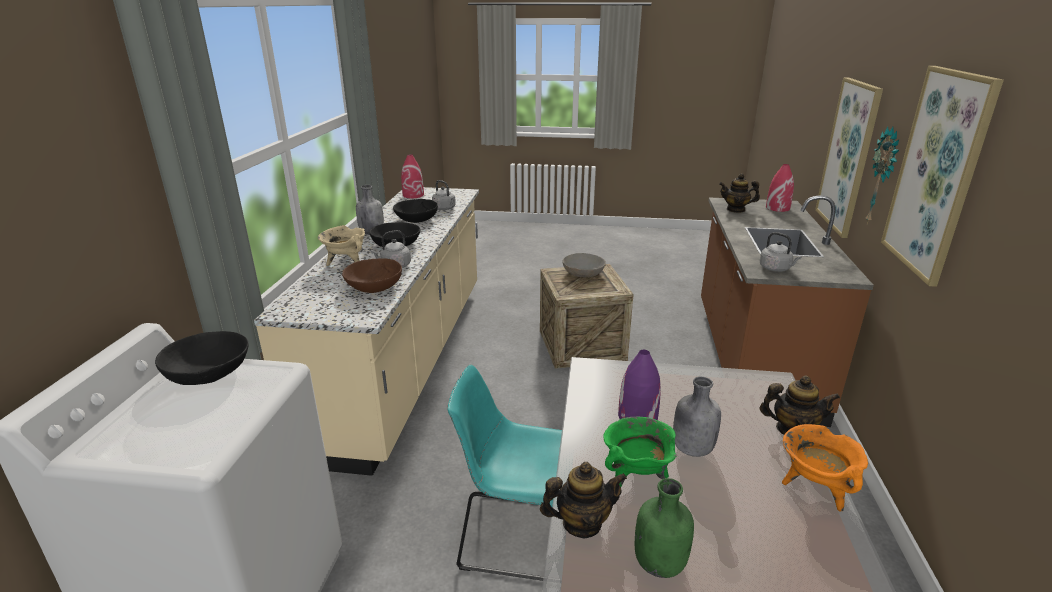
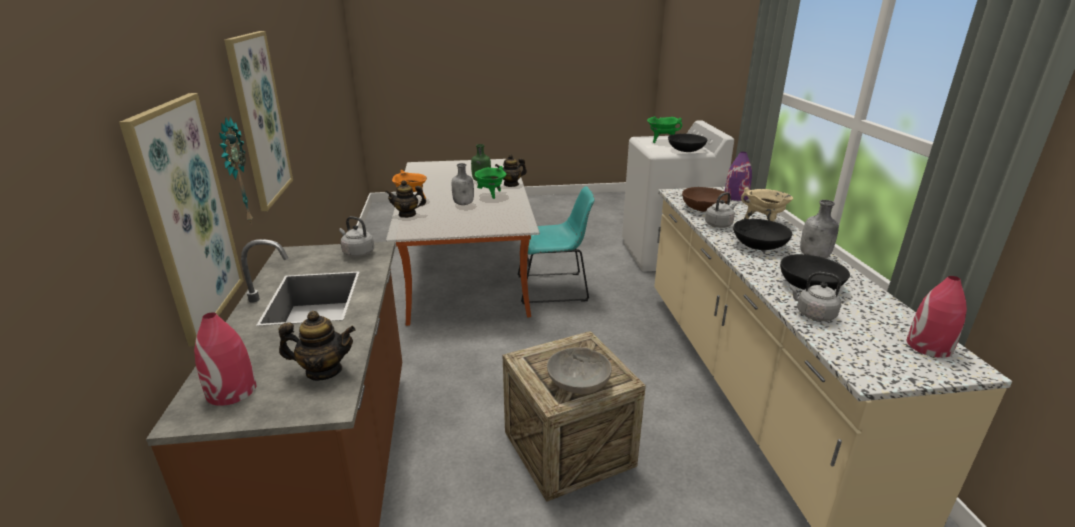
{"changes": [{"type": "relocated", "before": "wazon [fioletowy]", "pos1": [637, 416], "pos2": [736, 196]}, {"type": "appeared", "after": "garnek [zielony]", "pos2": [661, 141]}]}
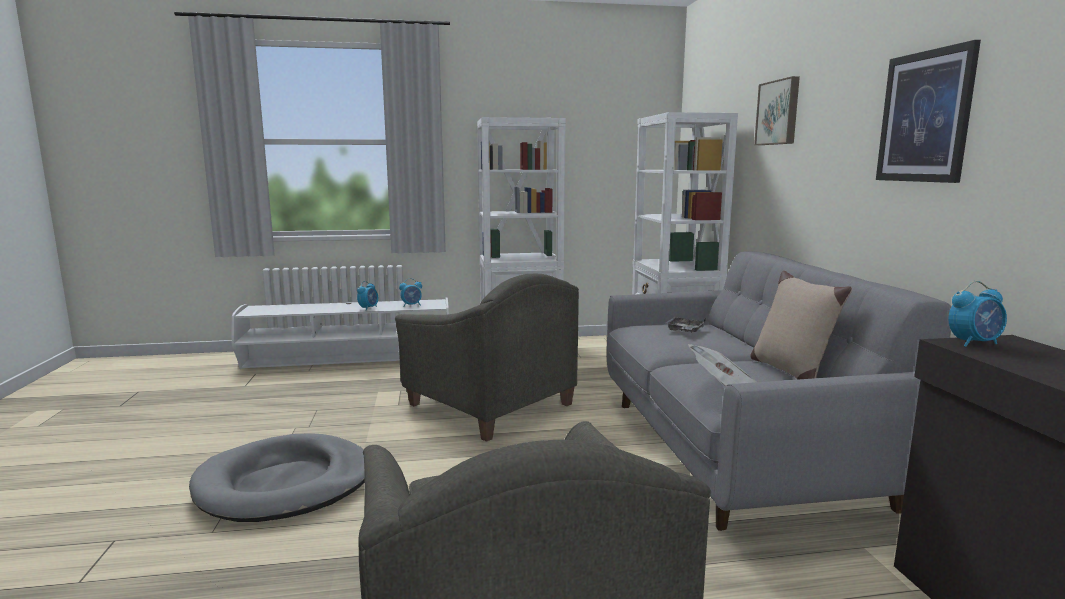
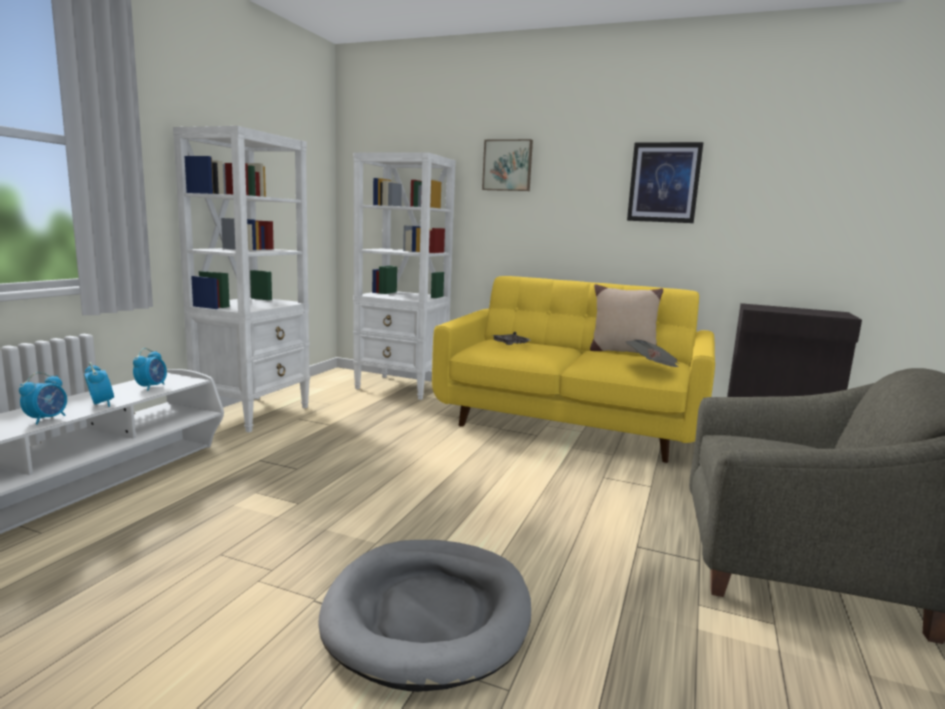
{"changes": [{"type": "missing", "before": "fotel [szary]", "pos1": [488, 406]}, {"type": "colour", "before": "kanapa [szary]", "after": "kanapa [żółty]", "pos1": [736, 450], "pos2": [571, 424]}, {"type": "relocated", "before": "budzik", "pos1": [974, 343], "pos2": [47, 419]}]}
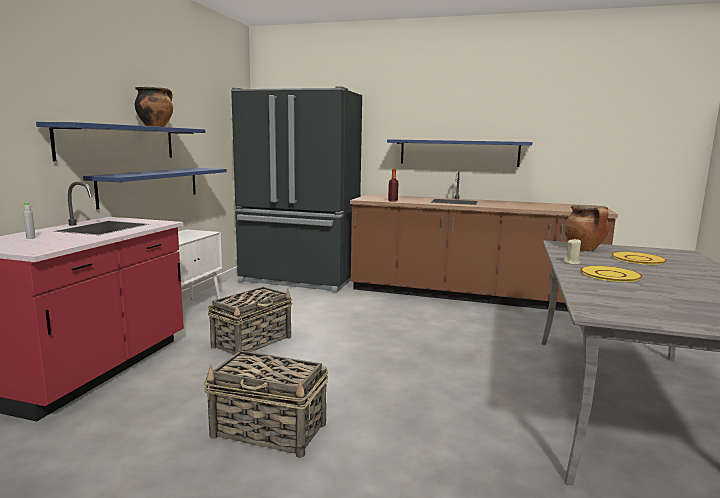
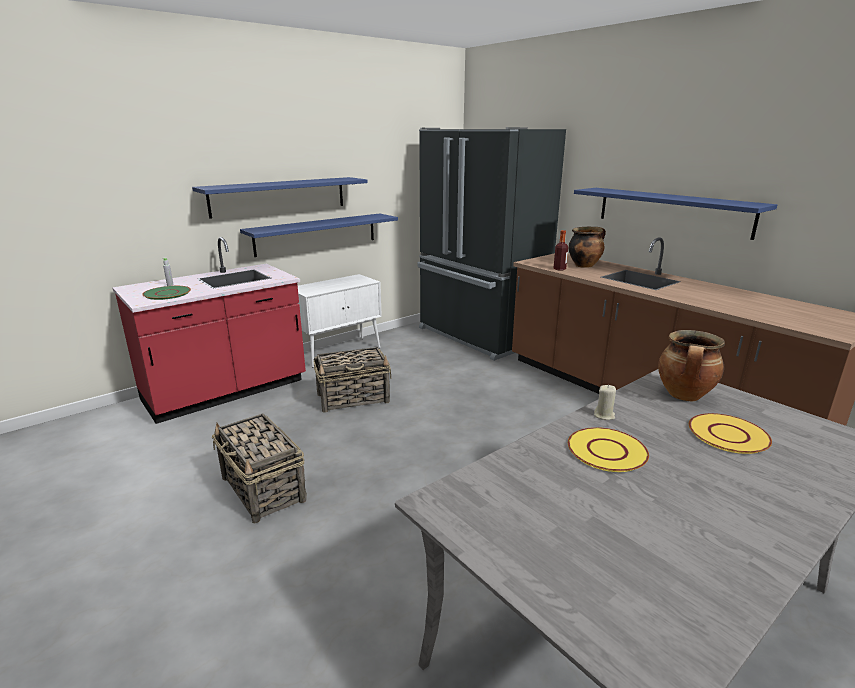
{"changes": [{"type": "relocated", "before": "garnek", "pos1": [155, 127], "pos2": [584, 265]}, {"type": "appeared", "after": "talerz [zielony]", "pos2": [167, 293]}]}
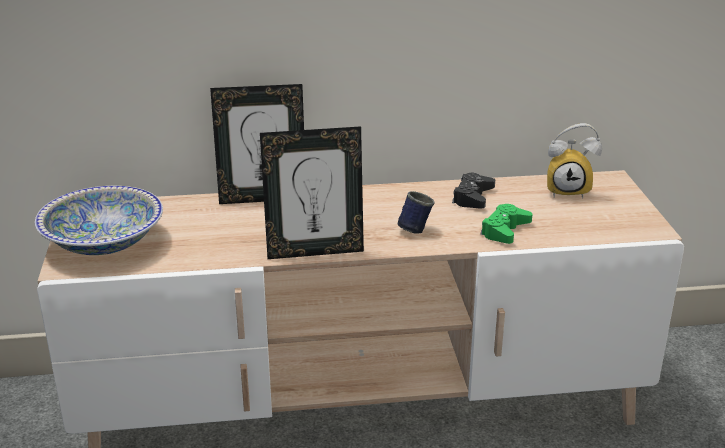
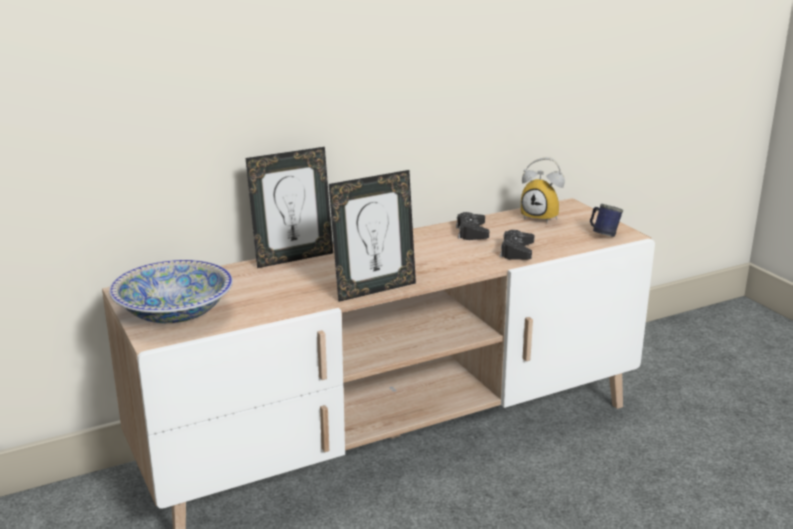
{"changes": [{"type": "relocated", "before": "kubek [niebieski]", "pos1": [413, 228], "pos2": [603, 234]}, {"type": "colour", "before": "pad do gier [zielony]", "after": "pad do gier [czarny]", "pos1": [505, 230], "pos2": [516, 251]}, {"type": "spun", "before": "budzik", "pos1": [568, 190], "pos2": [542, 217], "turn": 45}]}
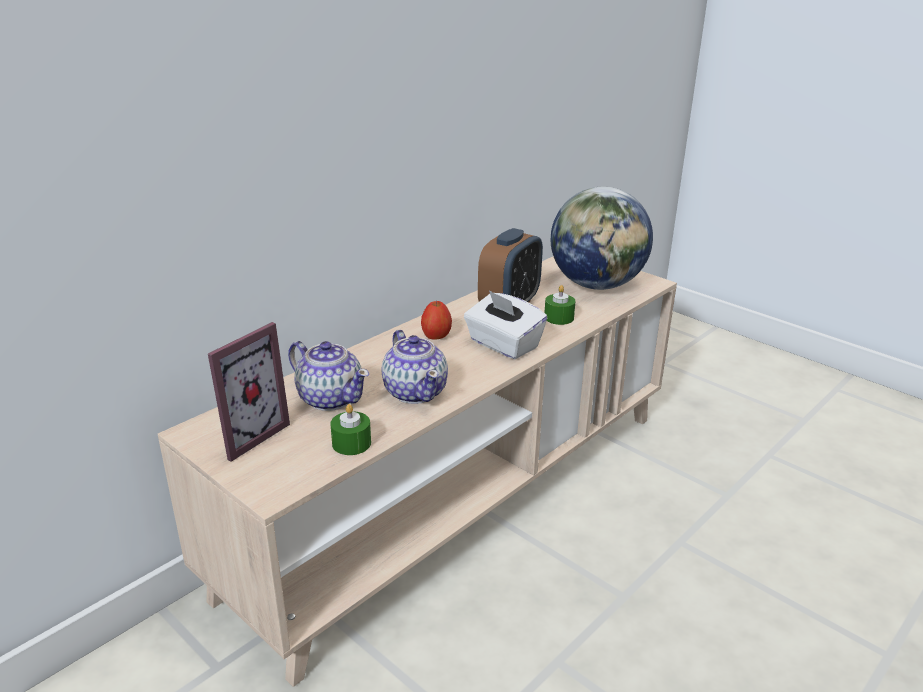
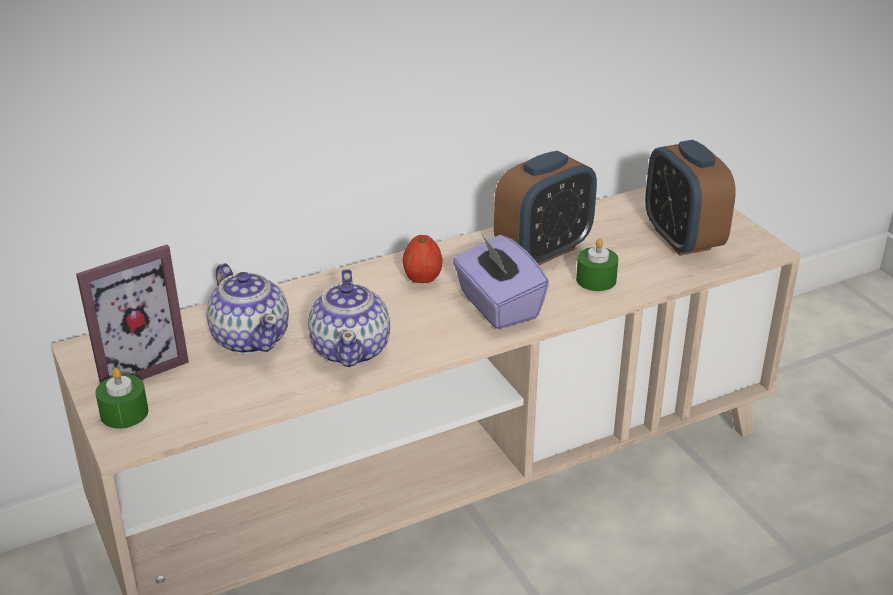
{"changes": [{"type": "relocated", "before": "świeca [zielony]", "pos1": [351, 443], "pos2": [124, 413]}, {"type": "colour", "before": "pudełko chusteczek [biały]", "after": "pudełko chusteczek [fioletowy]", "pos1": [503, 345], "pos2": [497, 306]}, {"type": "exchanged", "before": "globus", "after": "budzik", "pos1": [597, 285], "pos2": [682, 239]}]}
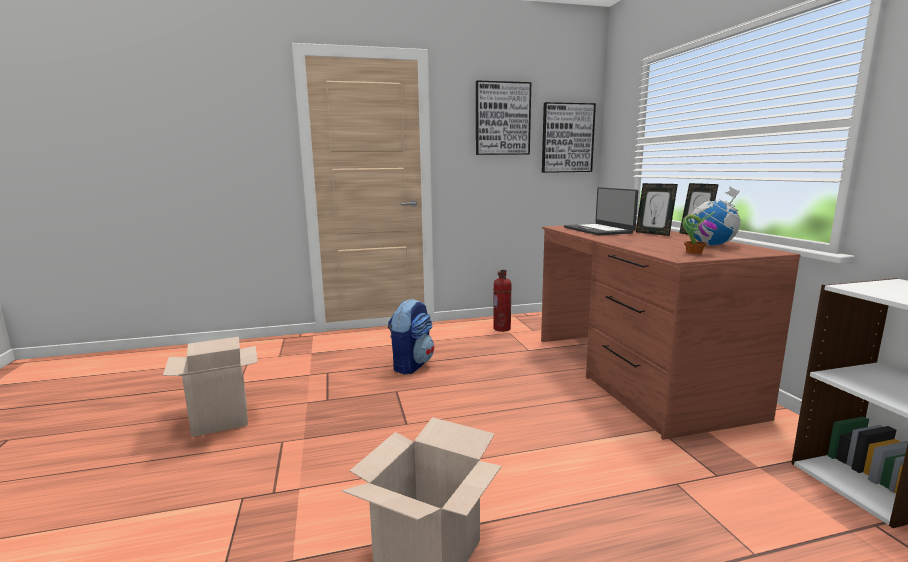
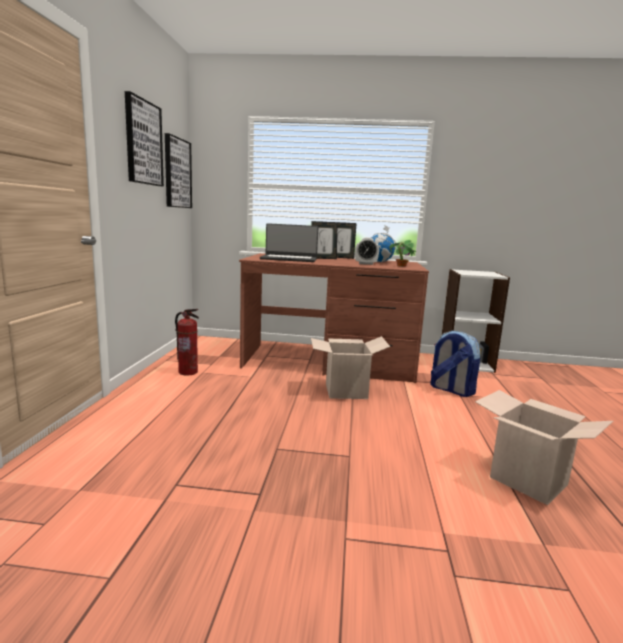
{"changes": [{"type": "relocated", "before": "karton", "pos1": [221, 418], "pos2": [346, 391]}, {"type": "relocated", "before": "plecak", "pos1": [411, 365], "pos2": [451, 390]}, {"type": "appeared", "after": "budzik", "pos2": [365, 264]}]}
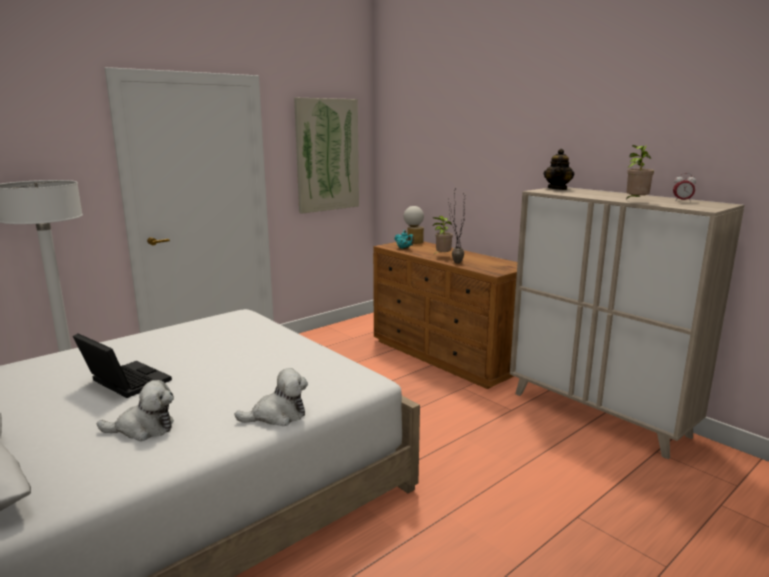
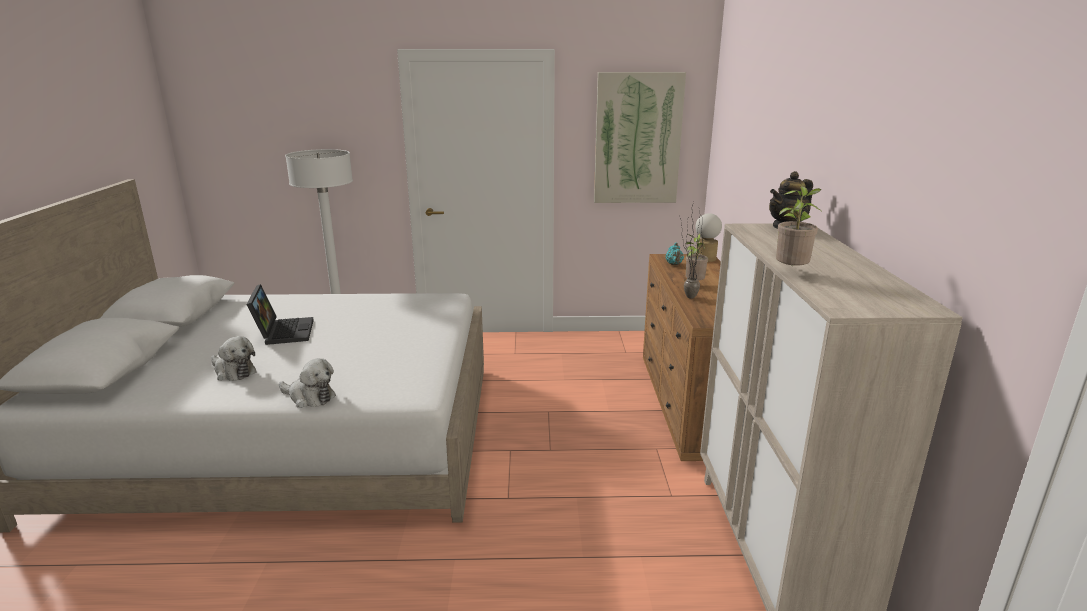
{"changes": [{"type": "missing", "before": "budzik", "pos1": [682, 201]}]}
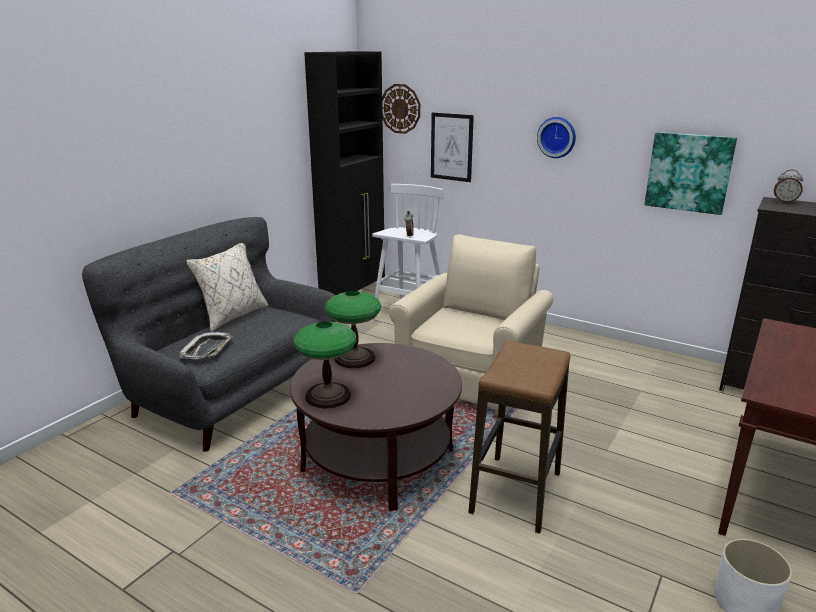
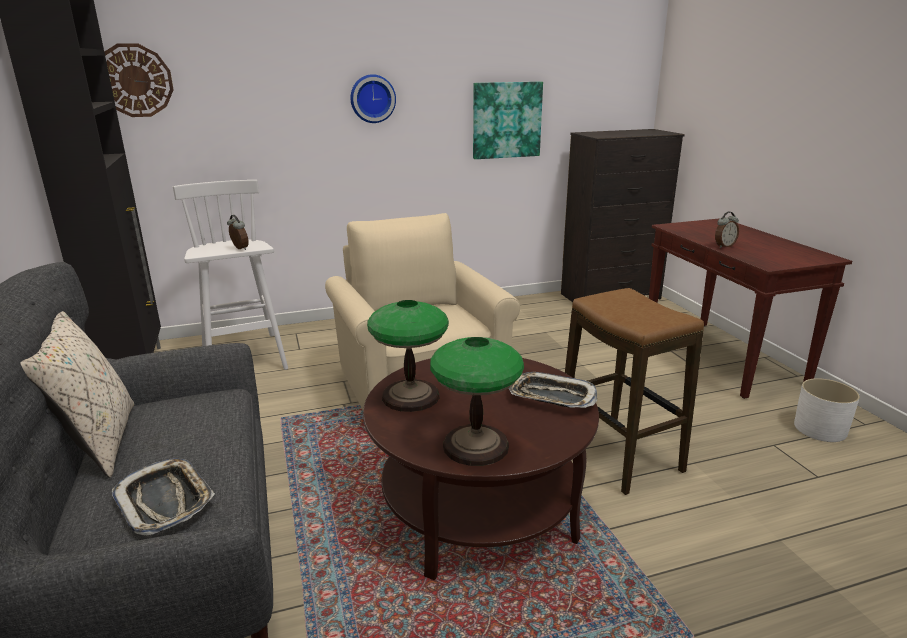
{"changes": [{"type": "missing", "before": "obraz", "pos1": [451, 147]}, {"type": "relocated", "before": "budzik", "pos1": [784, 201], "pos2": [724, 246]}, {"type": "appeared", "after": "taca", "pos2": [551, 396]}]}
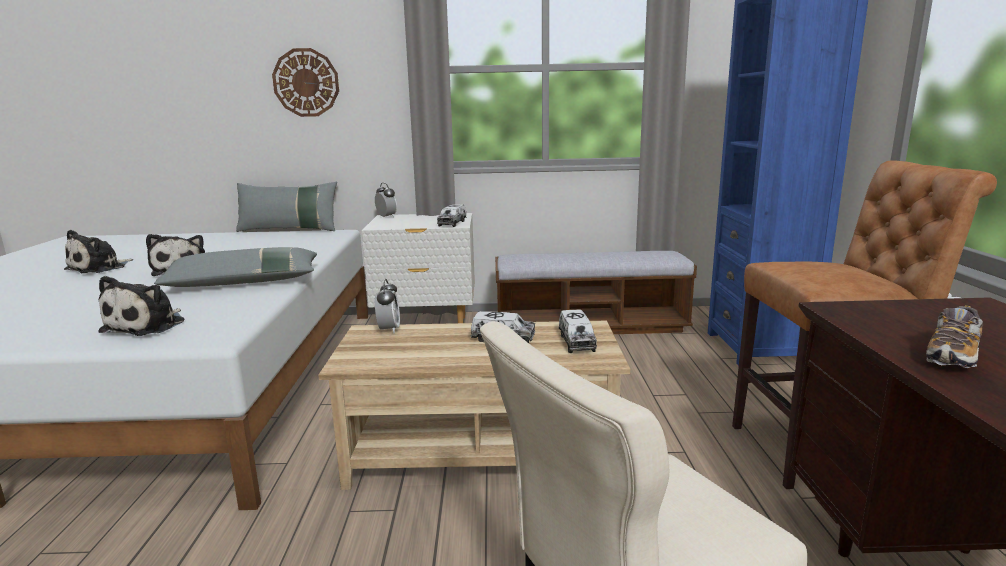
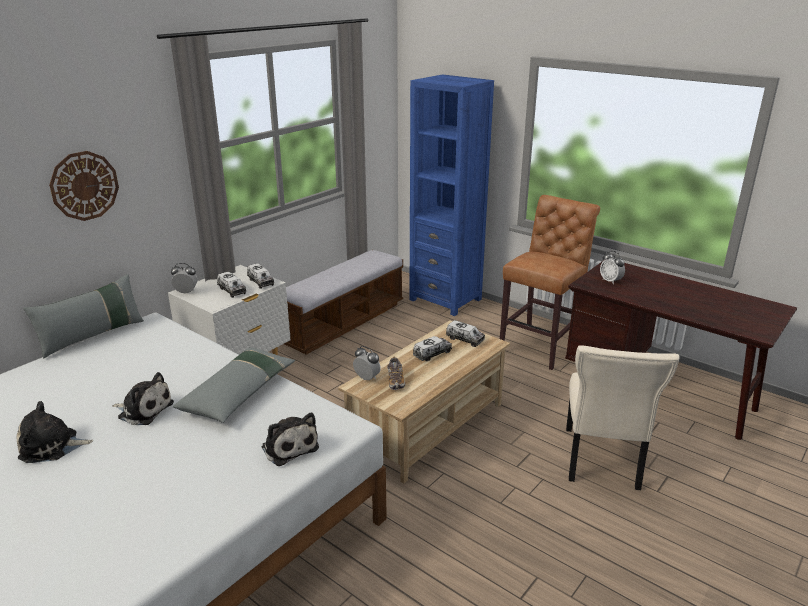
{"changes": [{"type": "spun", "before": "pluszak", "pos1": [99, 268], "pos2": [52, 446], "turn": 105}, {"type": "relocated", "before": "but", "pos1": [953, 356], "pos2": [395, 381]}, {"type": "appeared", "after": "ciężarówka zabawkowa", "pos2": [232, 290]}, {"type": "appeared", "after": "budzik", "pos2": [610, 281]}]}
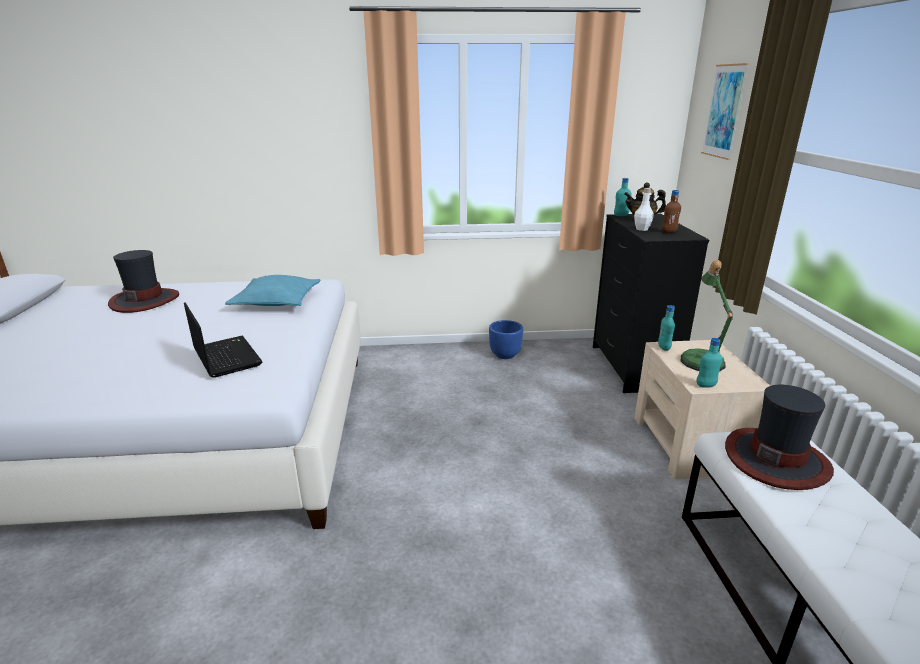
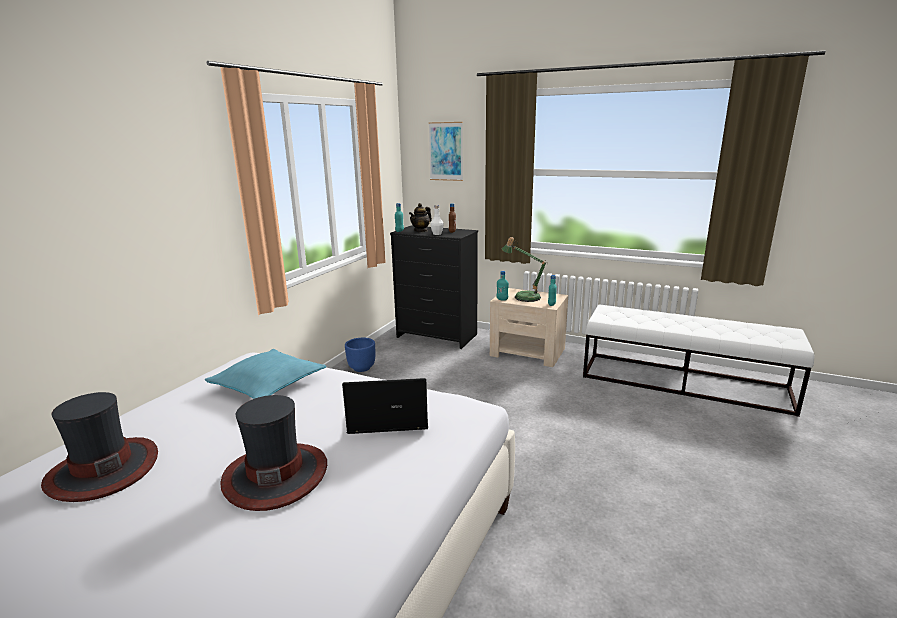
{"changes": [{"type": "relocated", "before": "kapelusz", "pos1": [776, 459], "pos2": [276, 475]}]}
